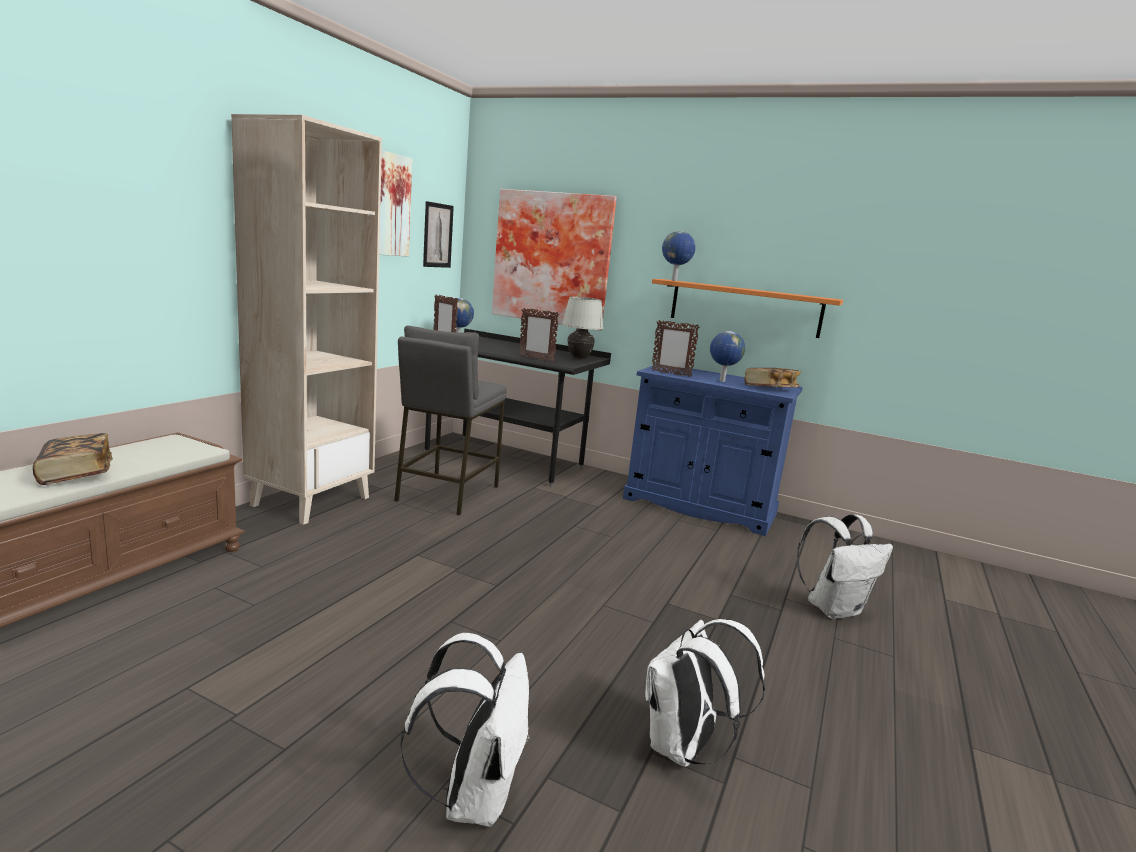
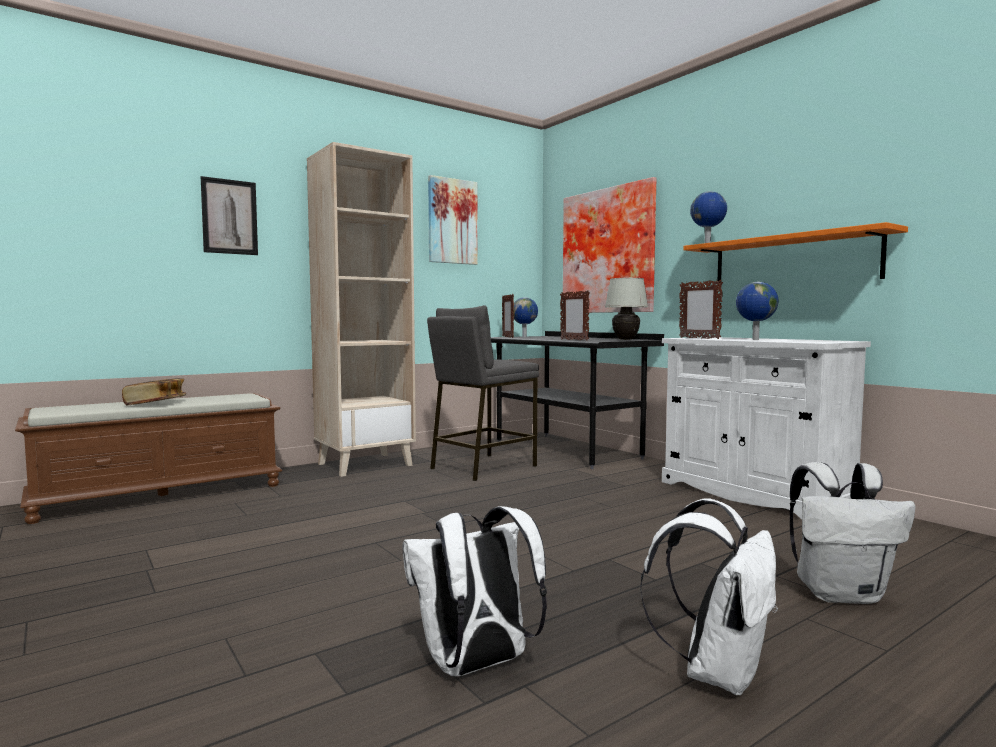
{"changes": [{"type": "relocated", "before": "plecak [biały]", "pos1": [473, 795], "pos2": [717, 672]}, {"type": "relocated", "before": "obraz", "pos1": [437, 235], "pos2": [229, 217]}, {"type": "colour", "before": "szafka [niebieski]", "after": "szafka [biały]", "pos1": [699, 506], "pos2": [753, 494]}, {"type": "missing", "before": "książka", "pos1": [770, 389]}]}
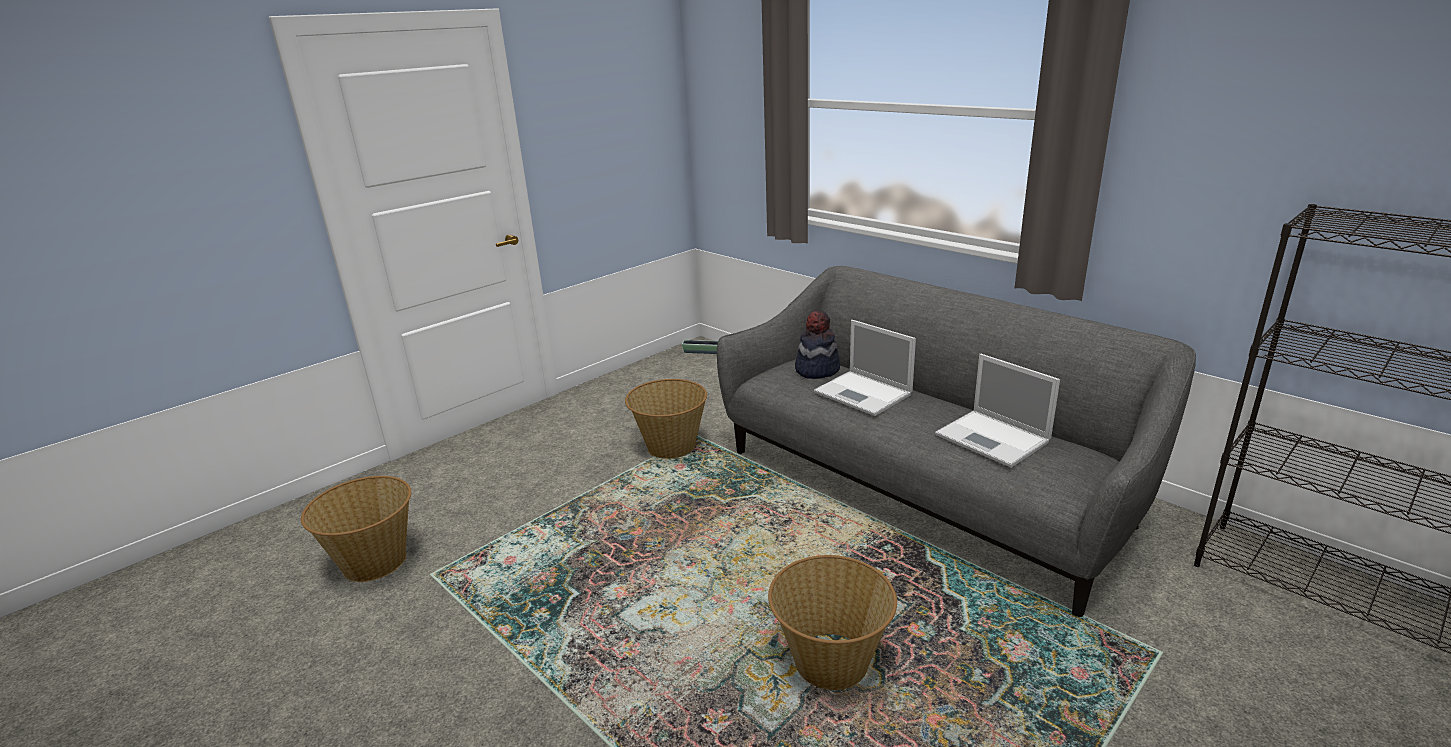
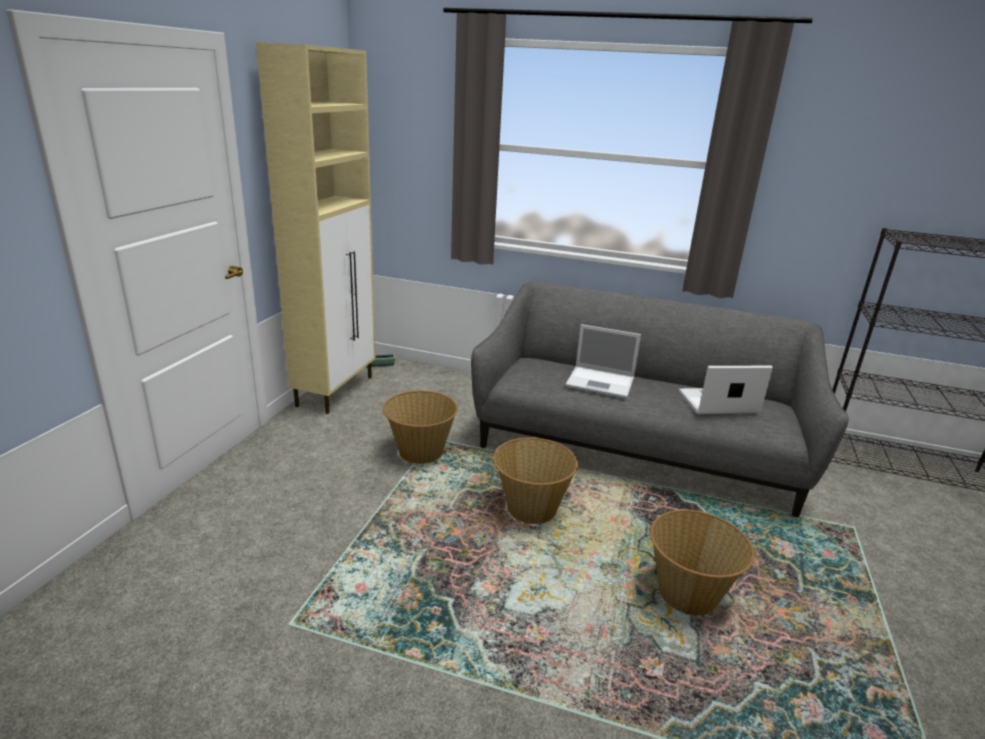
{"changes": [{"type": "relocated", "before": "koszyk", "pos1": [374, 561], "pos2": [530, 508]}, {"type": "missing", "before": "kapelusz", "pos1": [816, 369]}, {"type": "spun", "before": "laptop", "pos1": [994, 439], "pos2": [716, 403], "turn": 150}, {"type": "appeared", "after": "szafka [beżowy]", "pos2": [336, 390]}]}
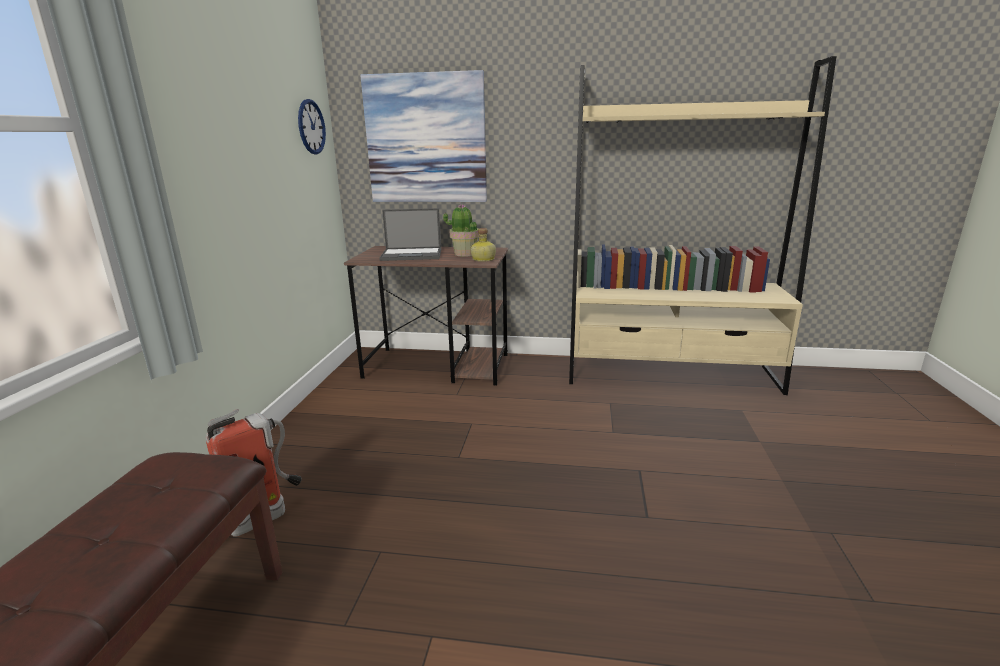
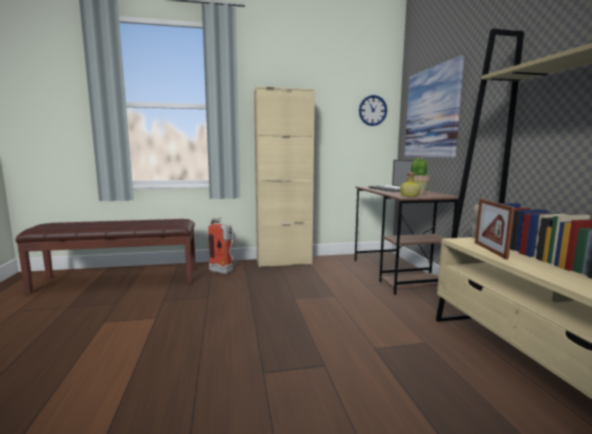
{"changes": [{"type": "appeared", "after": "szafka [beżowy]", "pos2": [284, 262]}, {"type": "appeared", "after": "ramka na zdjęcie", "pos2": [490, 250]}]}
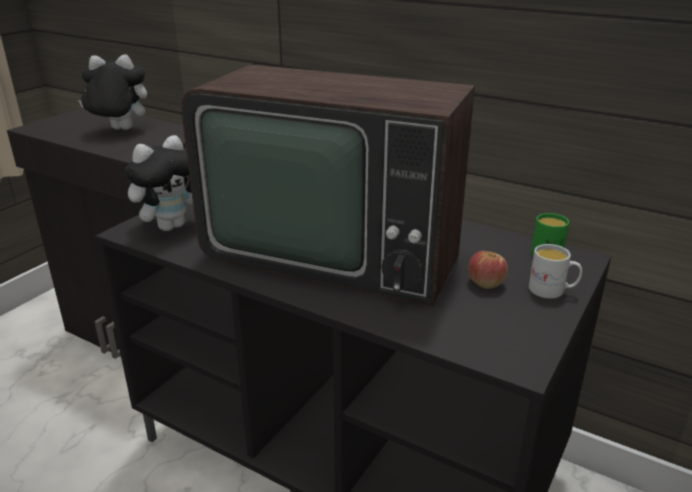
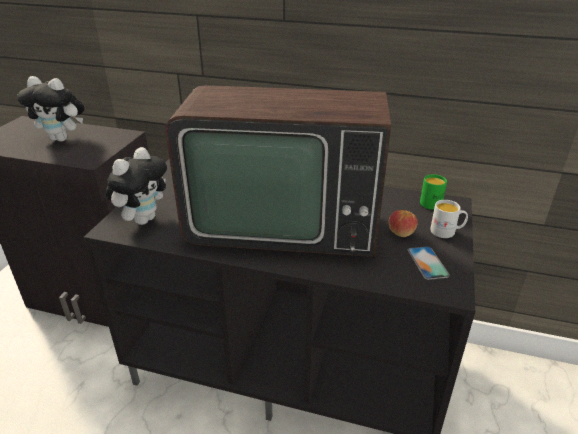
{"changes": [{"type": "spun", "before": "pluszak", "pos1": [119, 130], "pos2": [62, 138], "turn": -150}, {"type": "appeared", "after": "telefon", "pos2": [427, 263]}]}
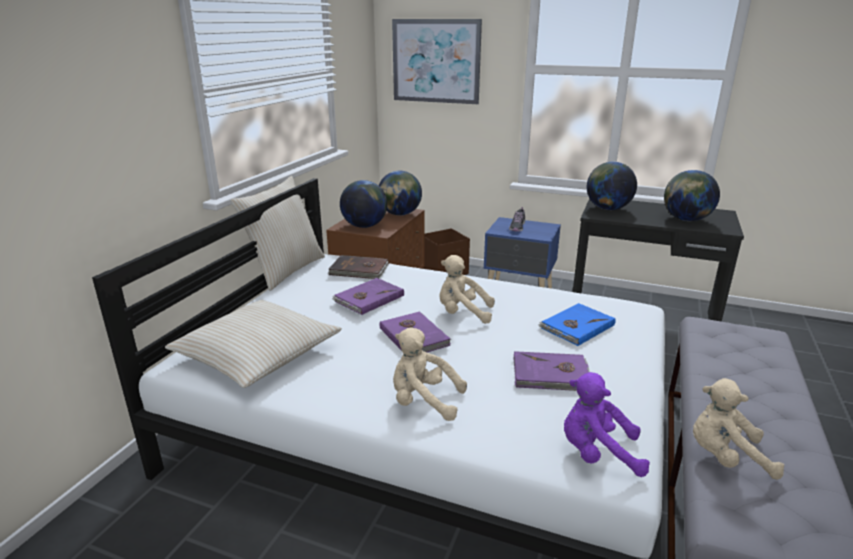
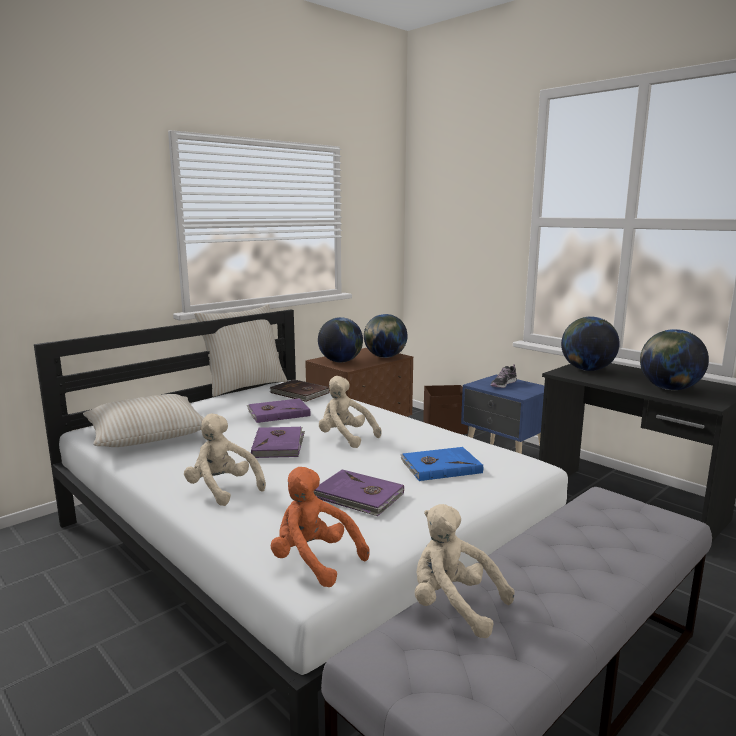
{"changes": [{"type": "missing", "before": "obraz", "pos1": [436, 61]}, {"type": "colour", "before": "pluszak [fioletowy]", "after": "pluszak [pomarańczowy]", "pos1": [597, 453], "pos2": [314, 561]}]}
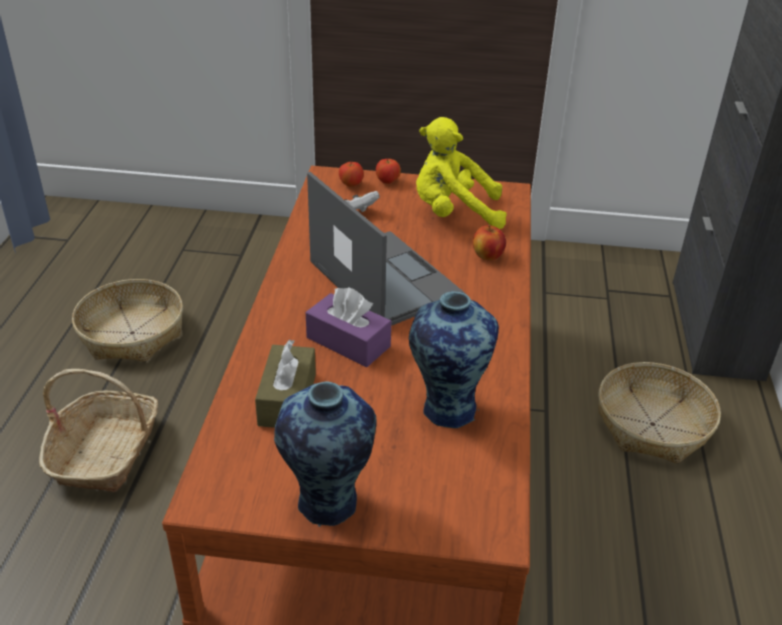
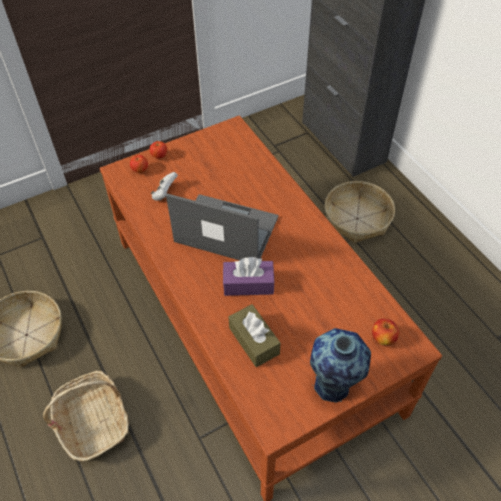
{"changes": [{"type": "missing", "before": "wazon", "pos1": [447, 408]}, {"type": "missing", "before": "pluszak [żółty]", "pos1": [454, 214]}, {"type": "relocated", "before": "jabłko", "pos1": [487, 256], "pos2": [383, 338]}]}
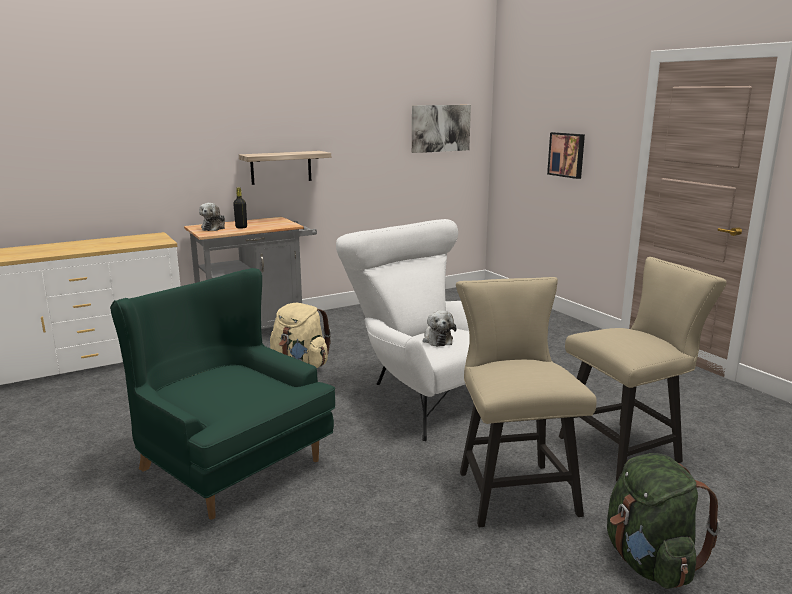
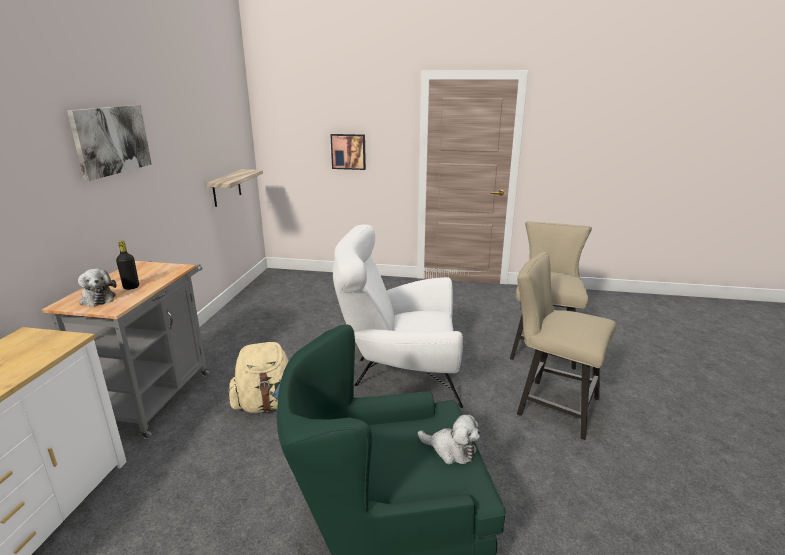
{"changes": [{"type": "relocated", "before": "półka", "pos1": [281, 167], "pos2": [226, 188]}, {"type": "relocated", "before": "obraz", "pos1": [440, 128], "pos2": [111, 140]}, {"type": "relocated", "before": "pluszak", "pos1": [437, 339], "pos2": [451, 450]}, {"type": "missing", "before": "plecak [zielony]", "pos1": [649, 561]}]}
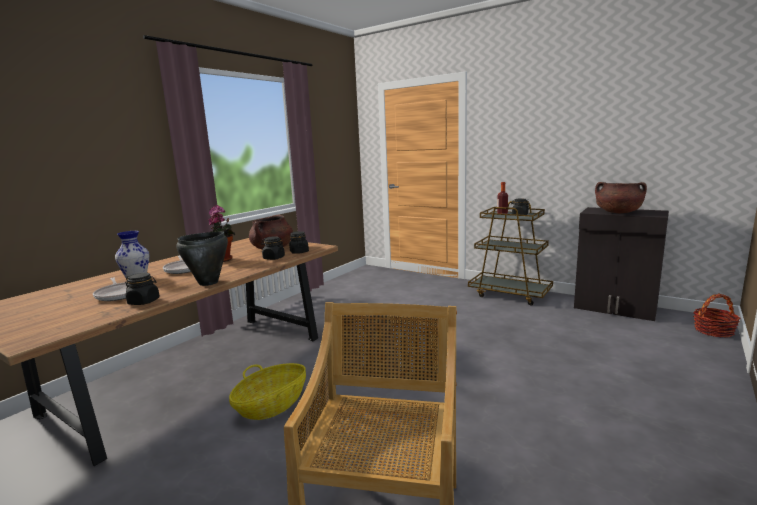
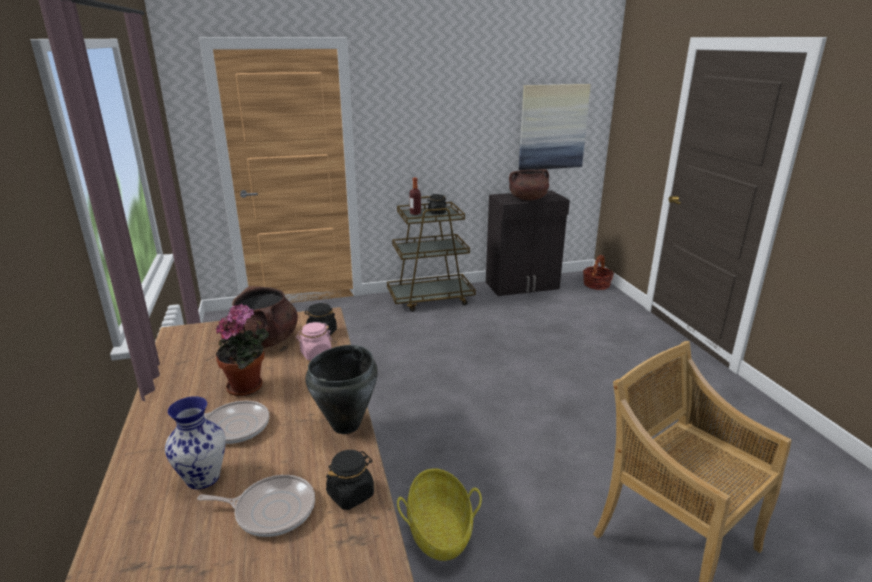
{"changes": [{"type": "colour", "before": "słoik [czarny]", "after": "słoik [różowy]", "pos1": [273, 258], "pos2": [316, 354]}, {"type": "appeared", "after": "obraz", "pos2": [552, 127]}]}
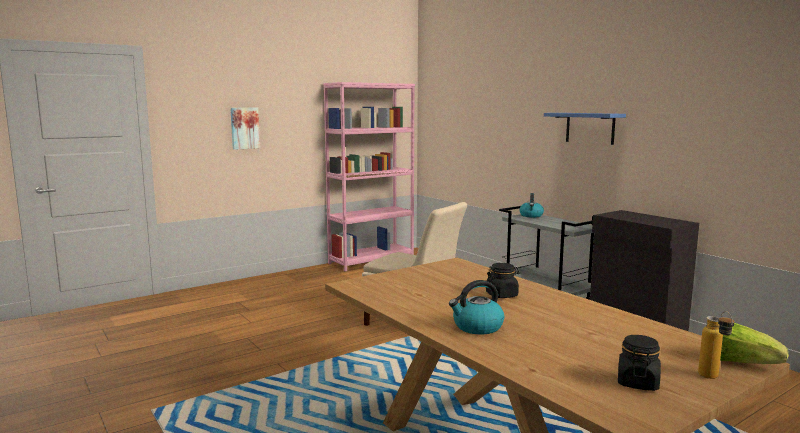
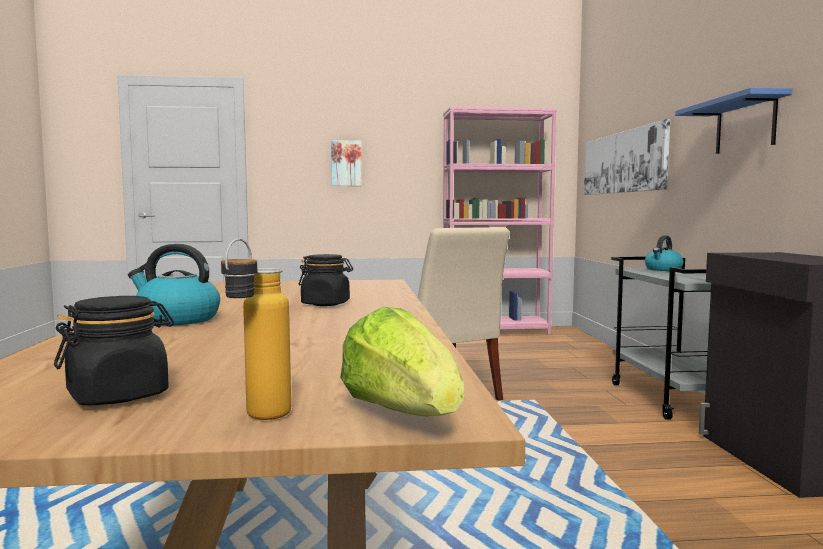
{"changes": [{"type": "appeared", "after": "obraz", "pos2": [622, 162]}]}
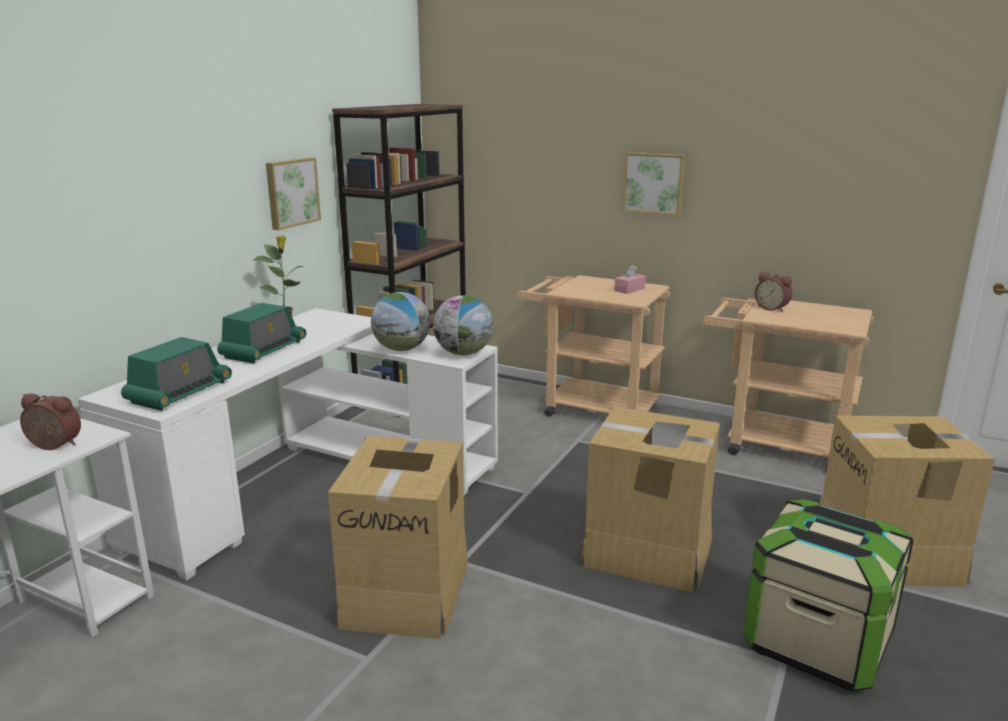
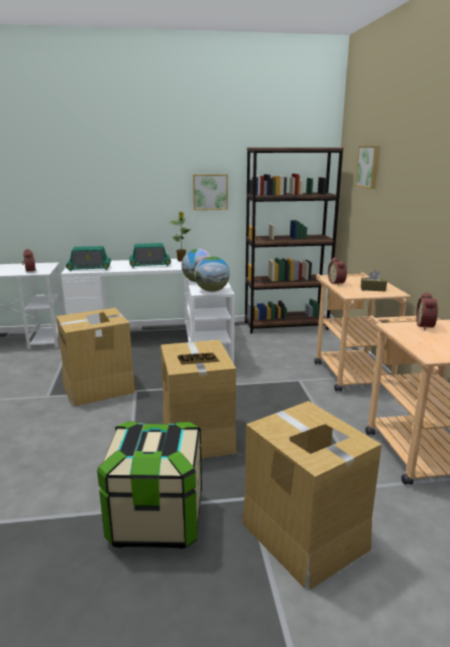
{"changes": [{"type": "colour", "before": "pudełko chusteczek [różowy]", "after": "pudełko chusteczek [brązowy]", "pos1": [629, 289], "pos2": [373, 289]}, {"type": "relocated", "before": "obraz", "pos1": [654, 183], "pos2": [369, 166]}, {"type": "appeared", "after": "budzik", "pos2": [337, 283]}]}
